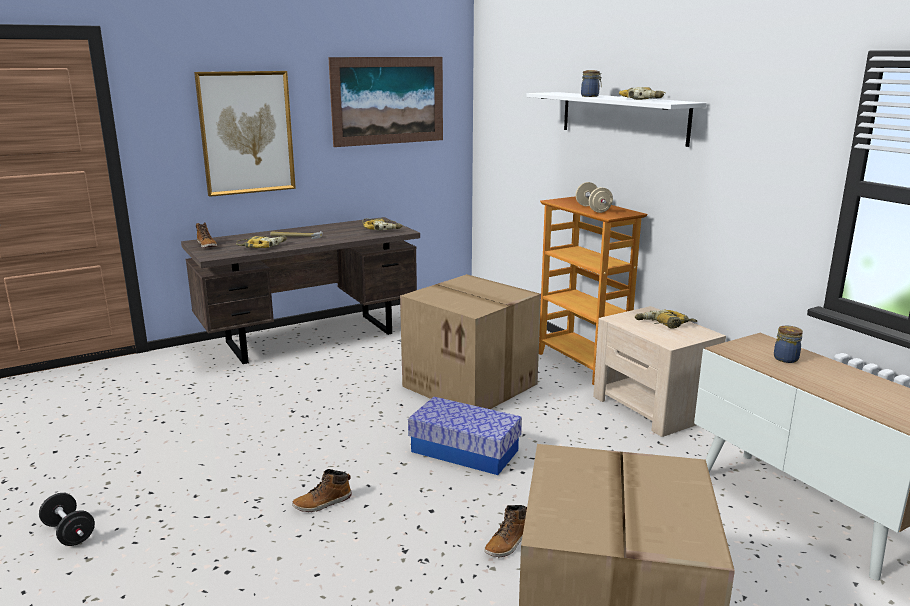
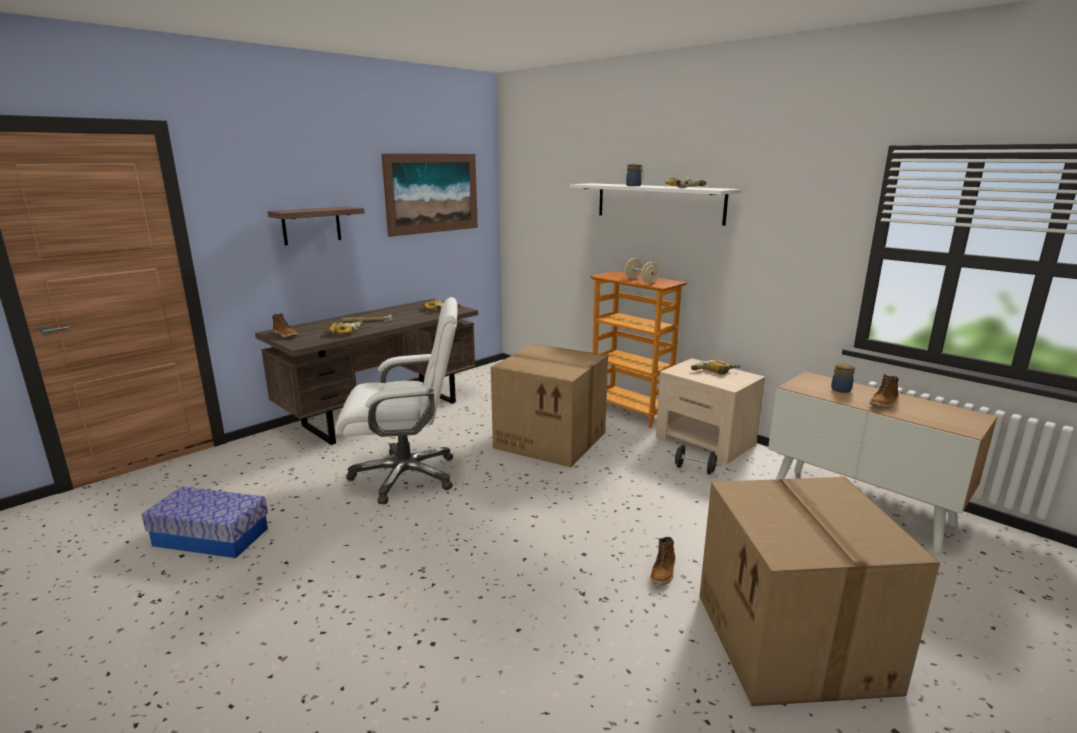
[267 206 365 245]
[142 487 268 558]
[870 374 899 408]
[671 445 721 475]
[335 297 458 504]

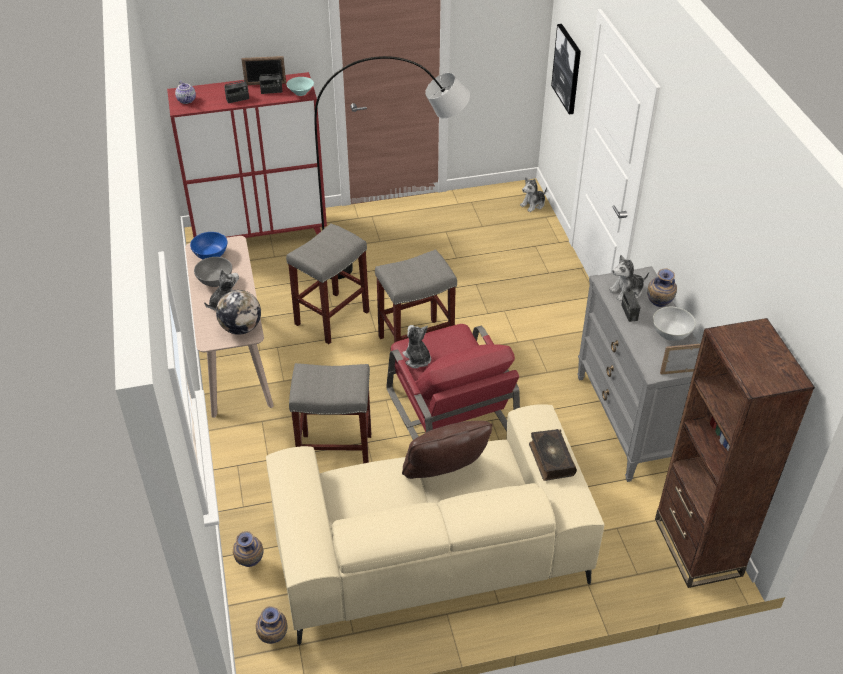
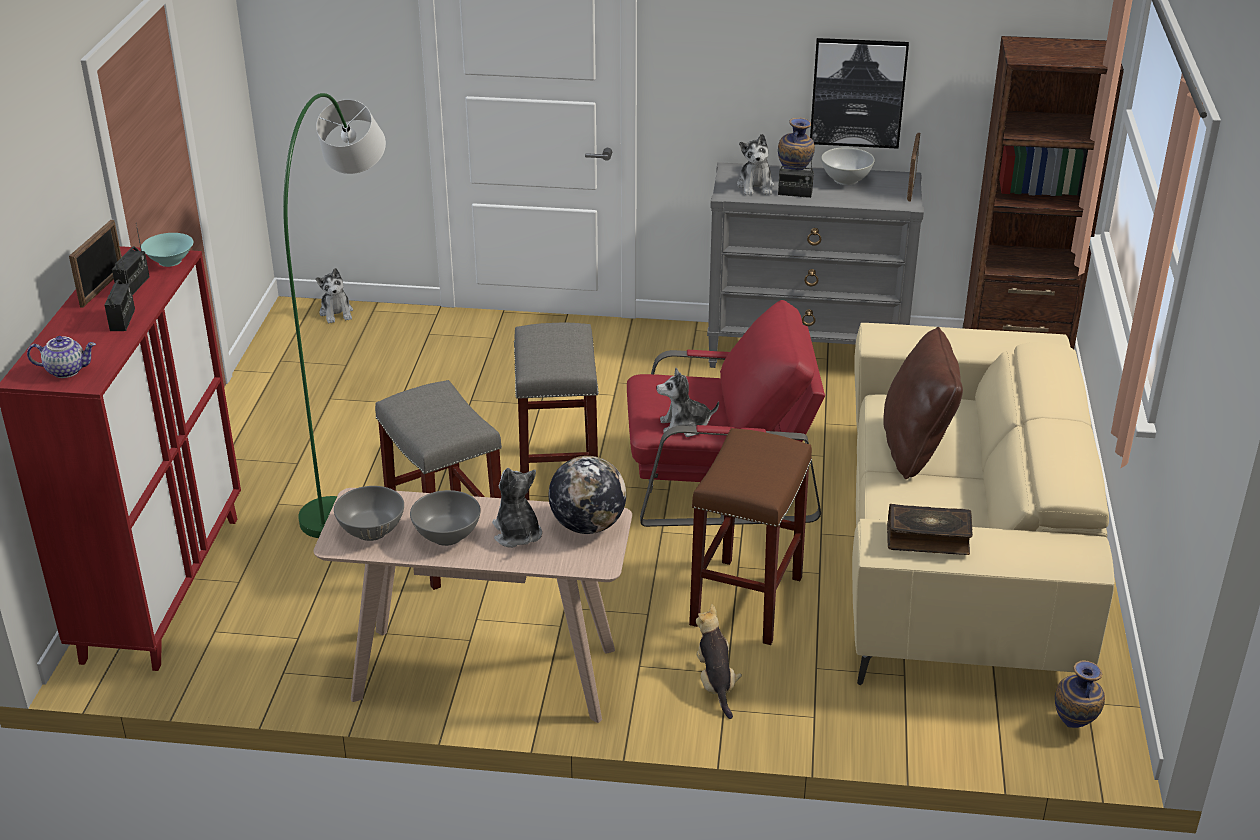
[810 38 909 149]
[283 93 386 538]
[334 486 404 541]
[689 428 812 645]
[887 504 973 555]
[233 531 263 567] (first image)
[696 604 742 719]

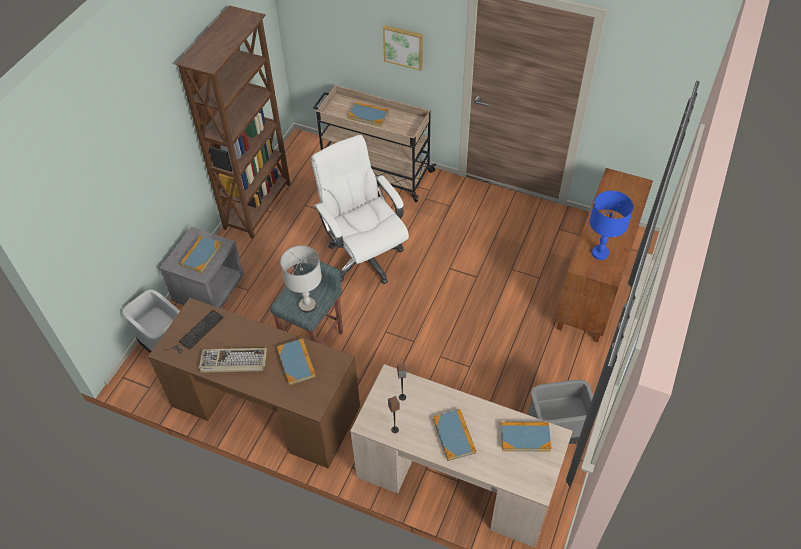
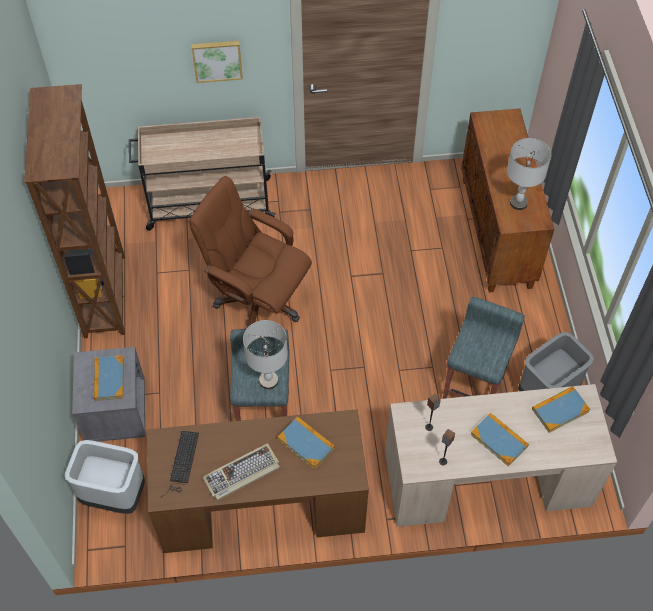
[348 102 389 126] (first image)
[189 176 312 328]
[507 138 551 210]
[443 297 525 399]

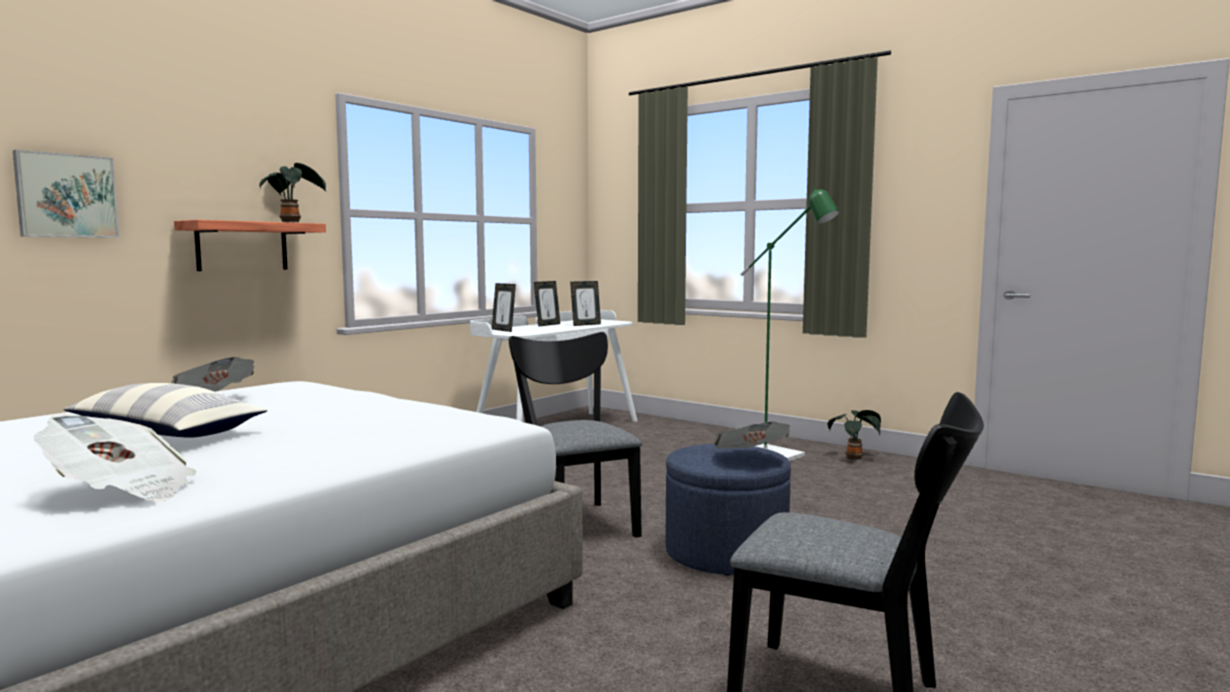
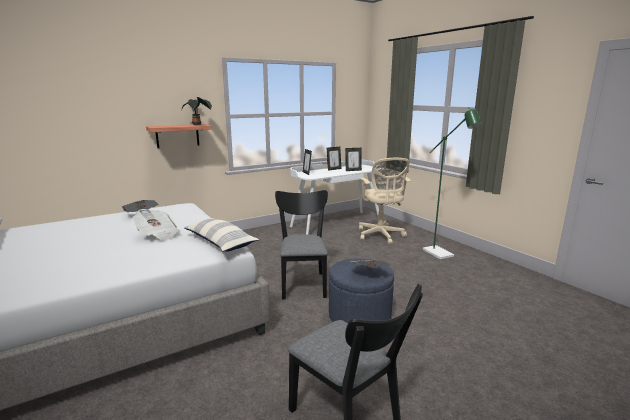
[13 150 119 238] (first image)
[184 218 259 251]
[828 410 881 460] (first image)
[132 209 179 241]
[359 158 411 244]

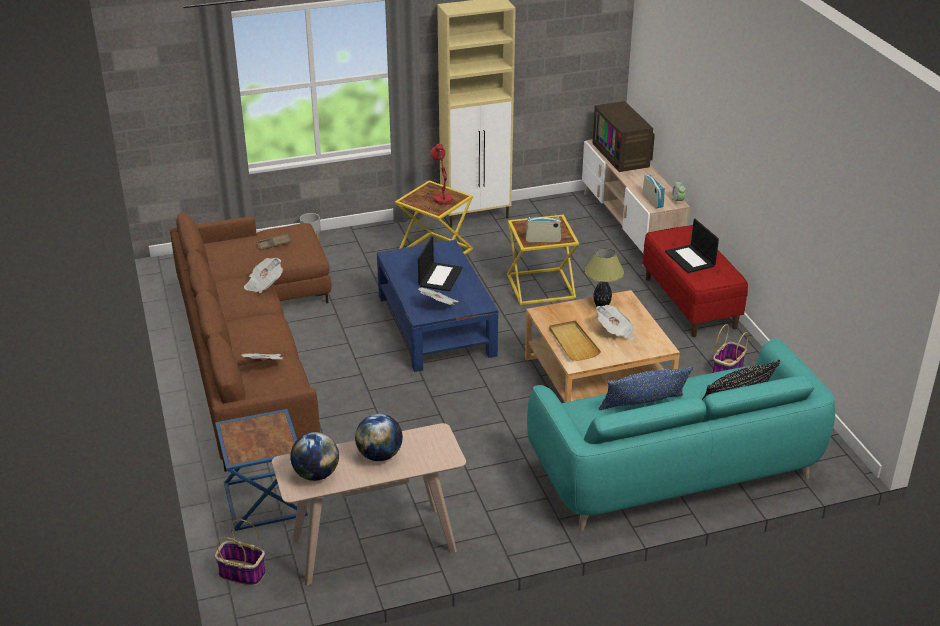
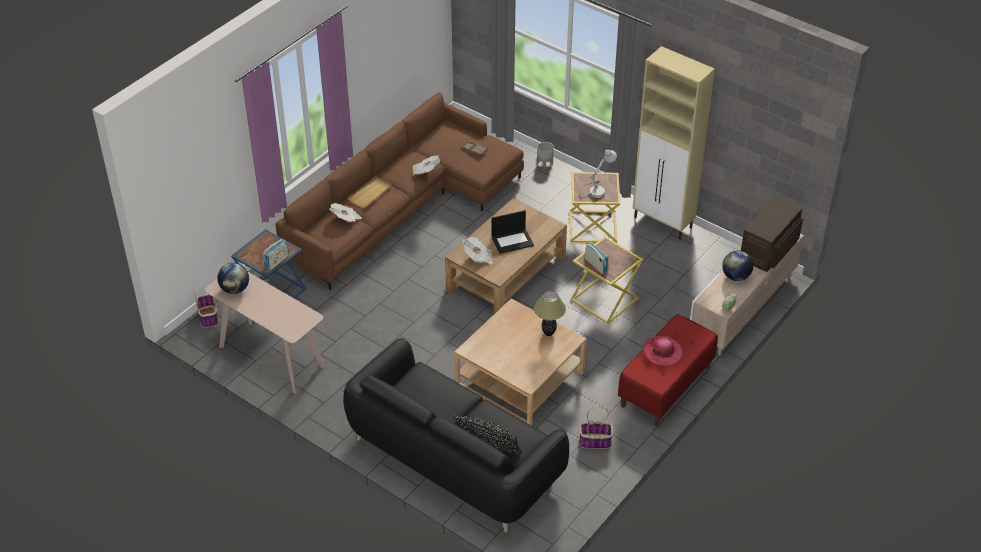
[579 150 617 198]
[263 239 289 271]
[643 336 683 366]
[445 198 567 314]
[596 305 634 340] (first image)
[348 177 392 208]
[343 338 569 532]
[599 367 693 410] (first image)
[722 251 753 281]

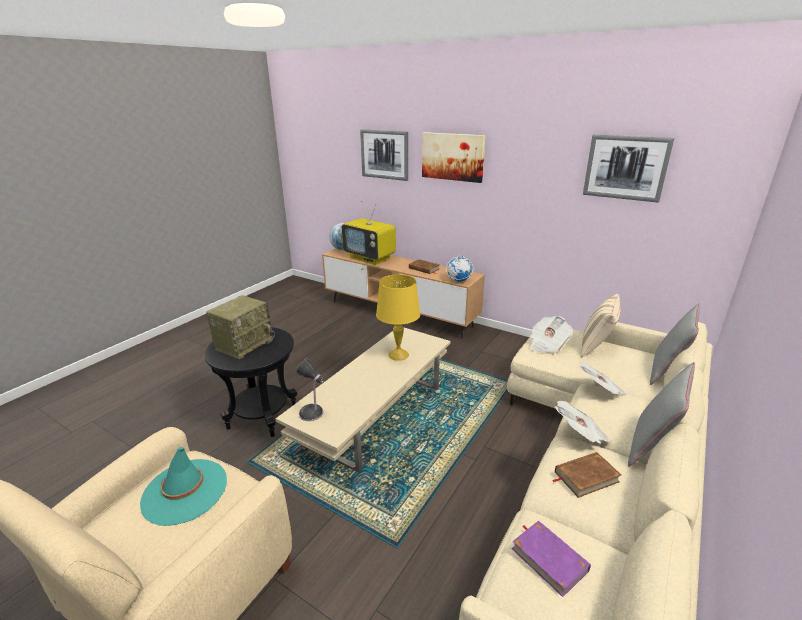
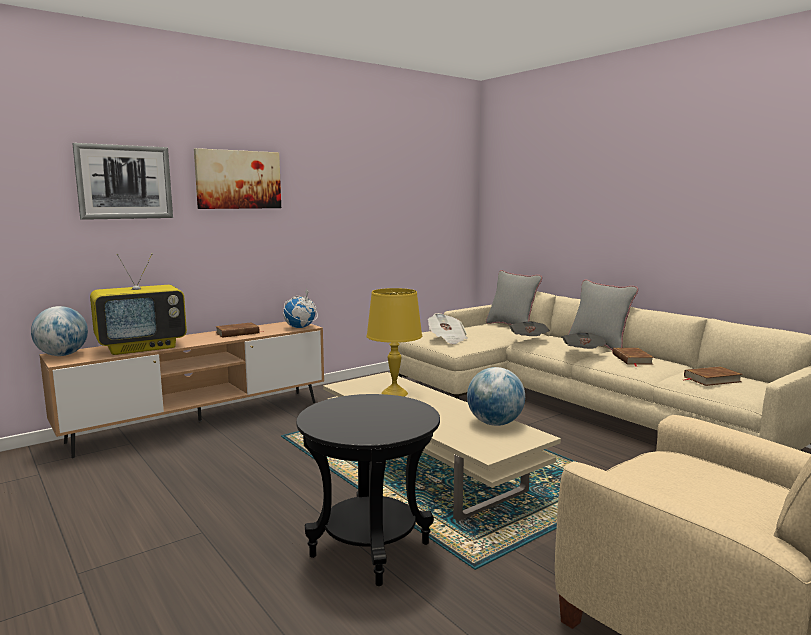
[583 135 674 203] (first image)
[581 294 621 358] (first image)
[206 295 275 359] (first image)
[296 358 323 421] (first image)
[140 447 227 526] (first image)
[684 366 743 386]
[467 367 525 426]

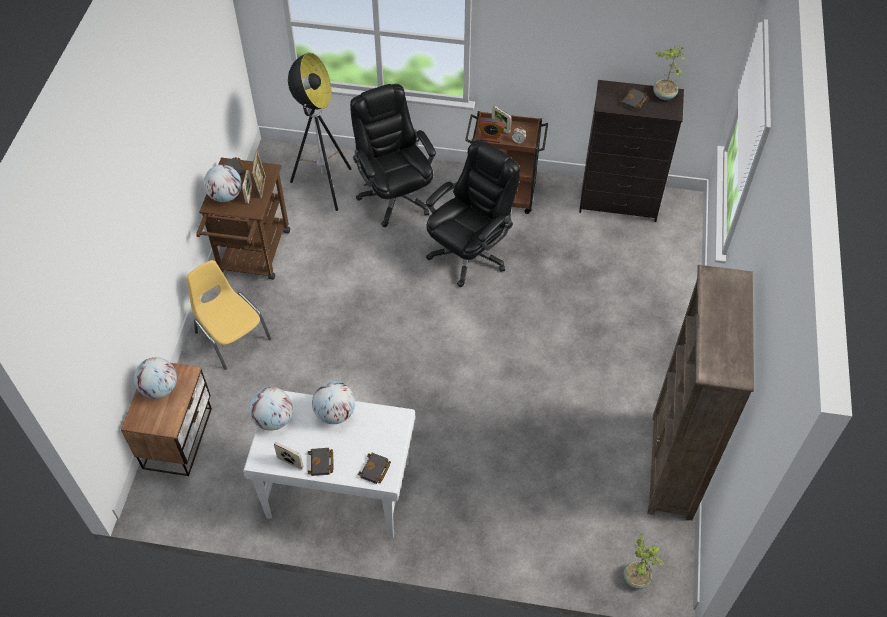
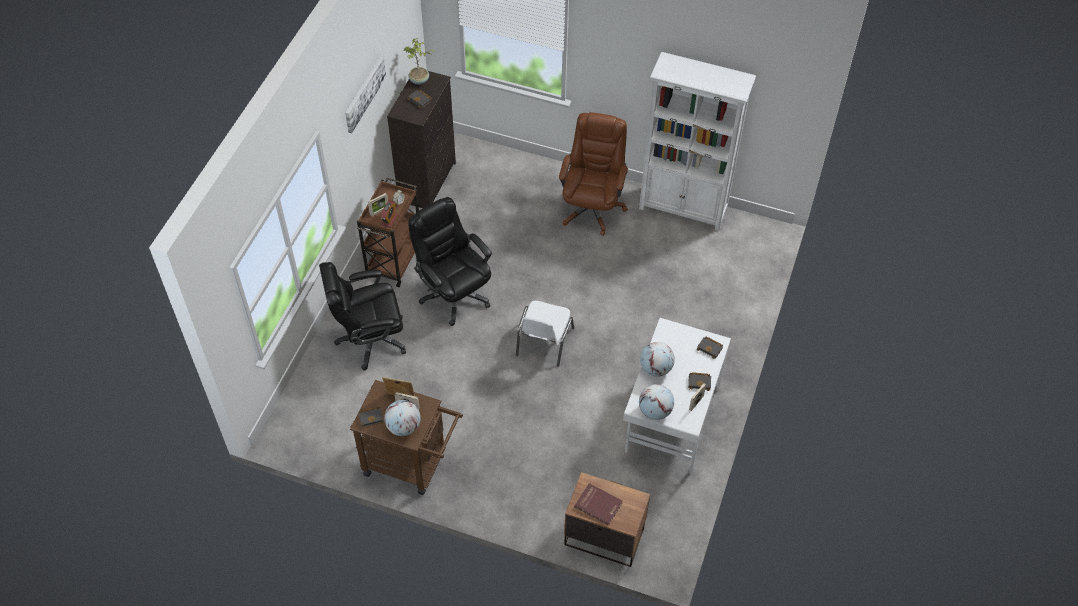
[288 53 352 211] (first image)
[186 260 271 370] (first image)
[639 52 756 231]
[574 483 623 526]
[623 534 664 589] (first image)
[345 56 386 133]
[559 112 628 236]
[516 301 574 367]

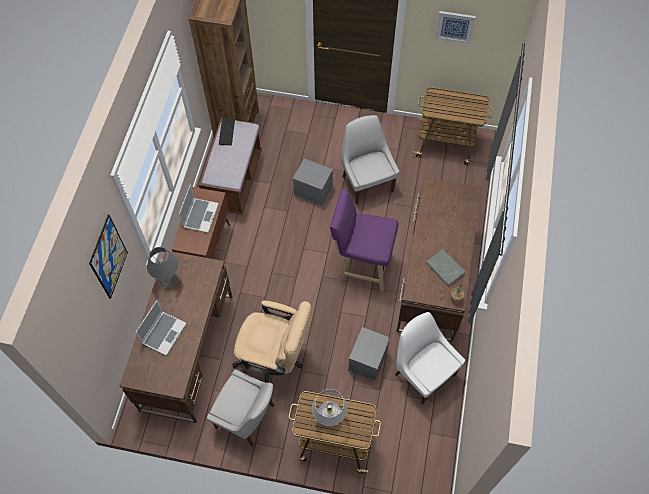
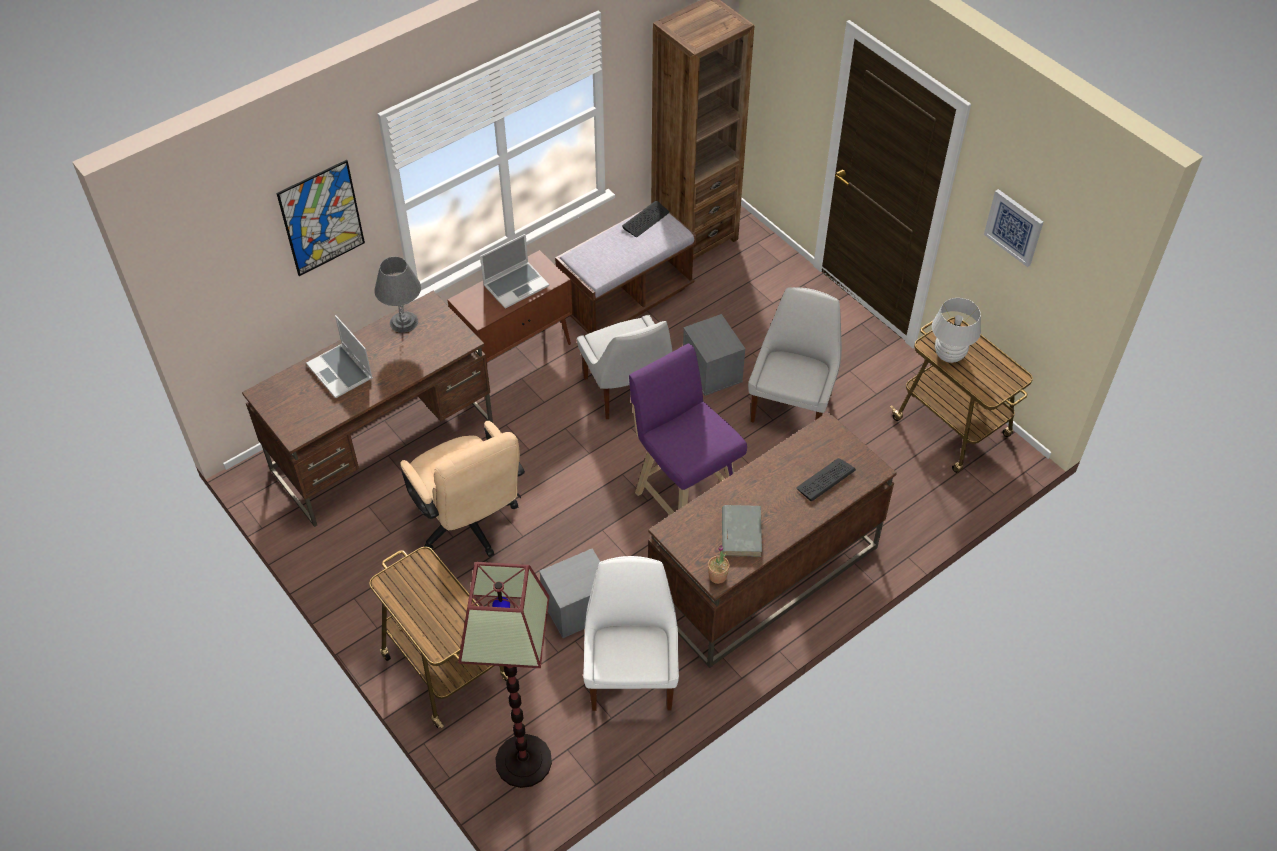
[306 315 373 398]
[577 315 672 419]
[932 298 981 363]
[796 458 856 501]
[458 562 552 788]

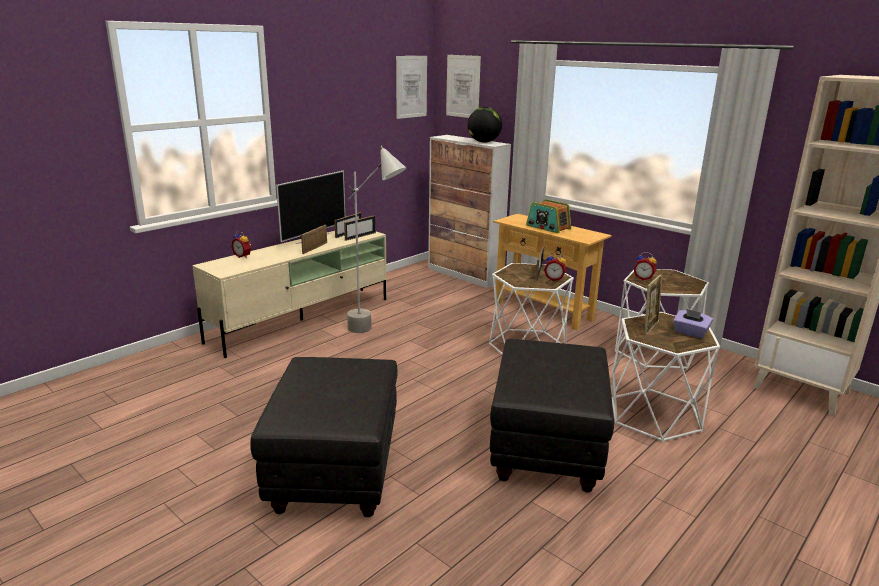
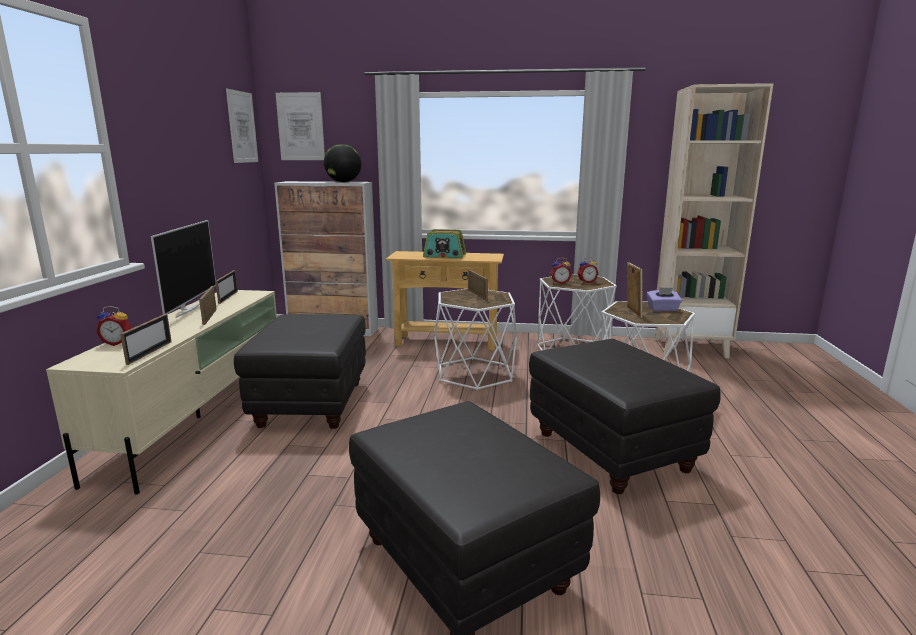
[234 314 366 429]
[120 314 172 365]
[577 257 599 283]

